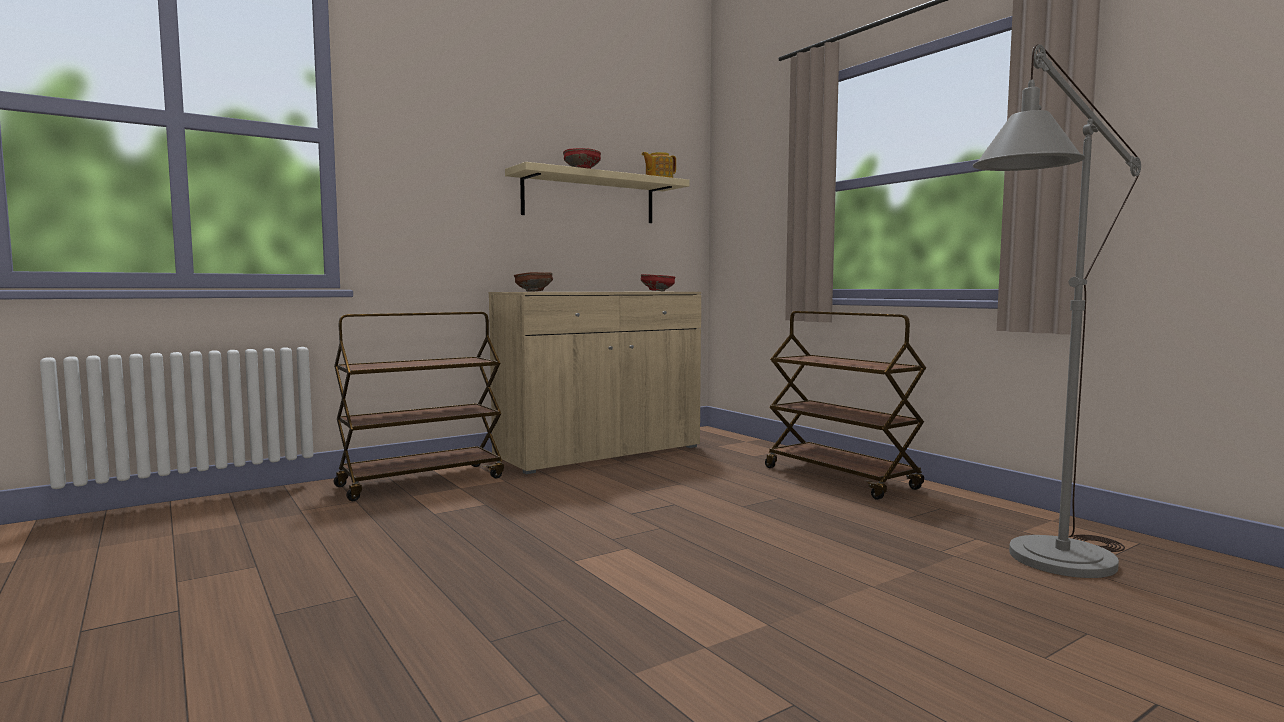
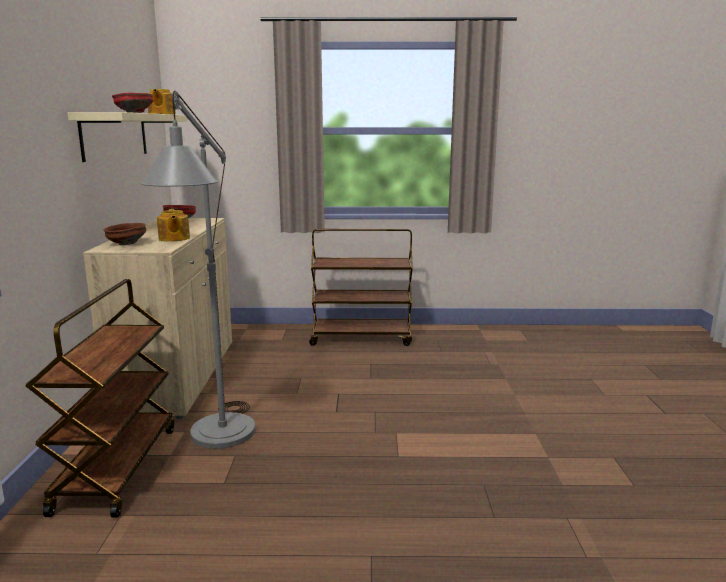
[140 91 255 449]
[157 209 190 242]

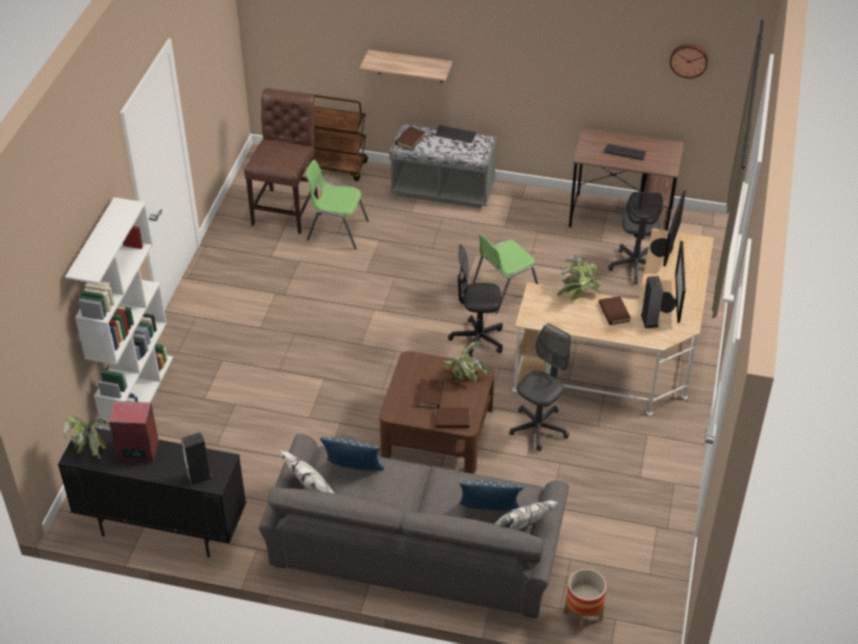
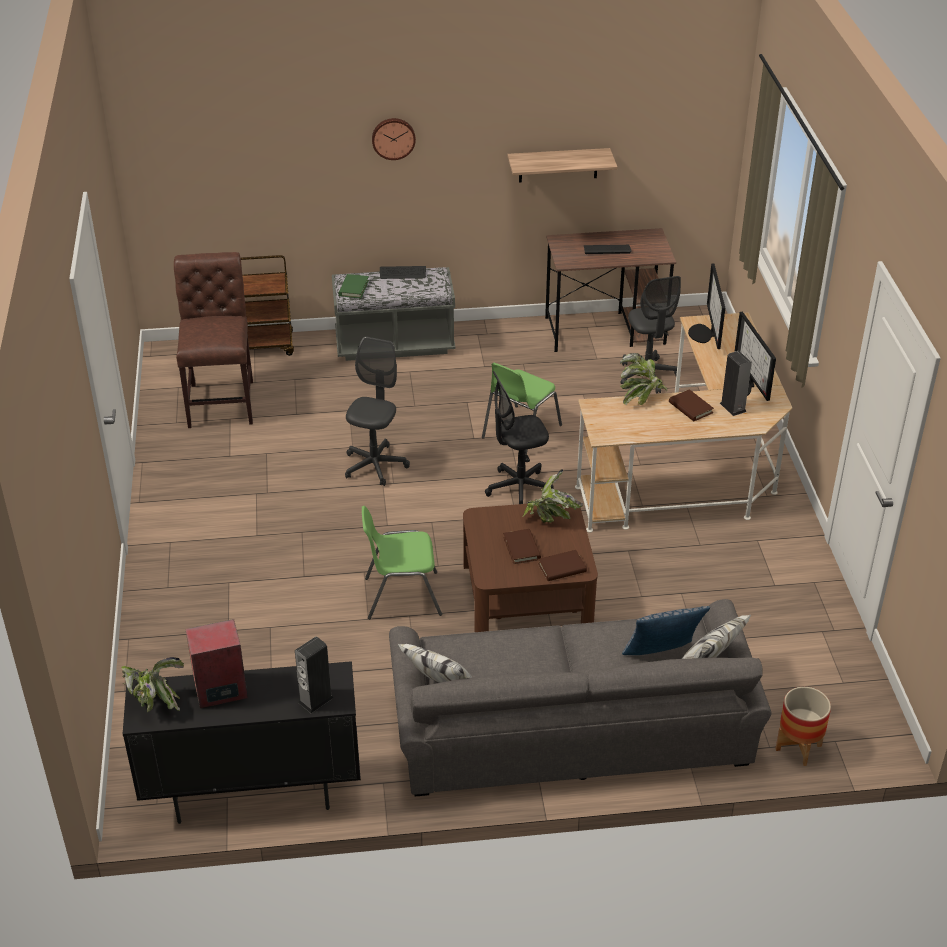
[372 118 416 160]
[507 148 617 183]
[339 274 369 298]
[362 506 442 619]
[65 197 173 431] (first image)
[345 336 410 486]
[320 437 384 471] (first image)

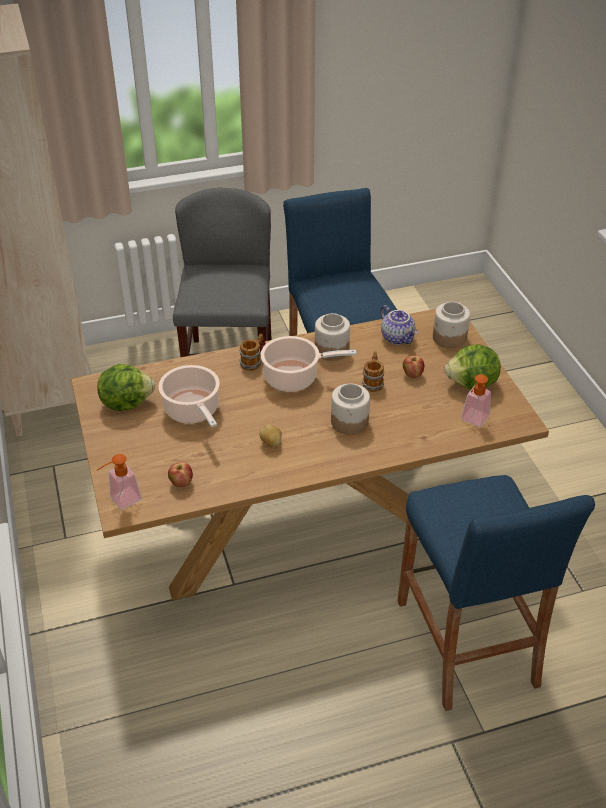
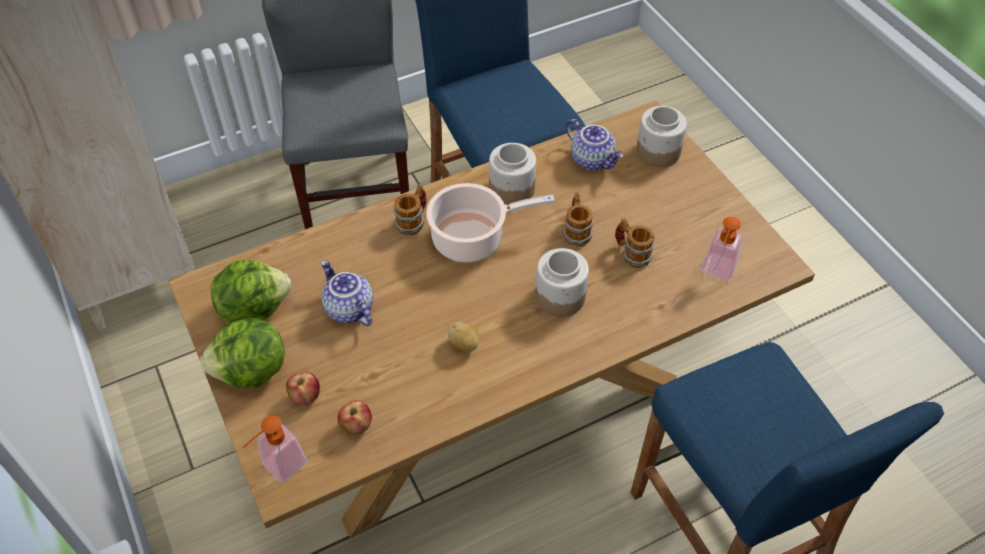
[200 318 285 388]
[286 371 320 405]
[321 260 373 326]
[615 218 655 268]

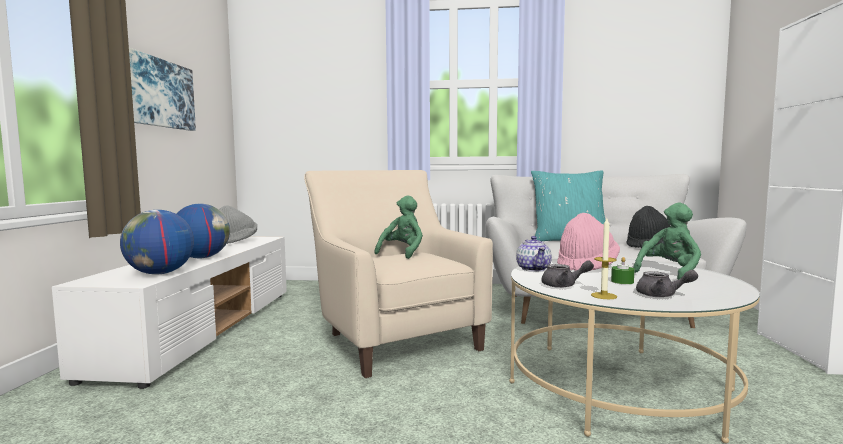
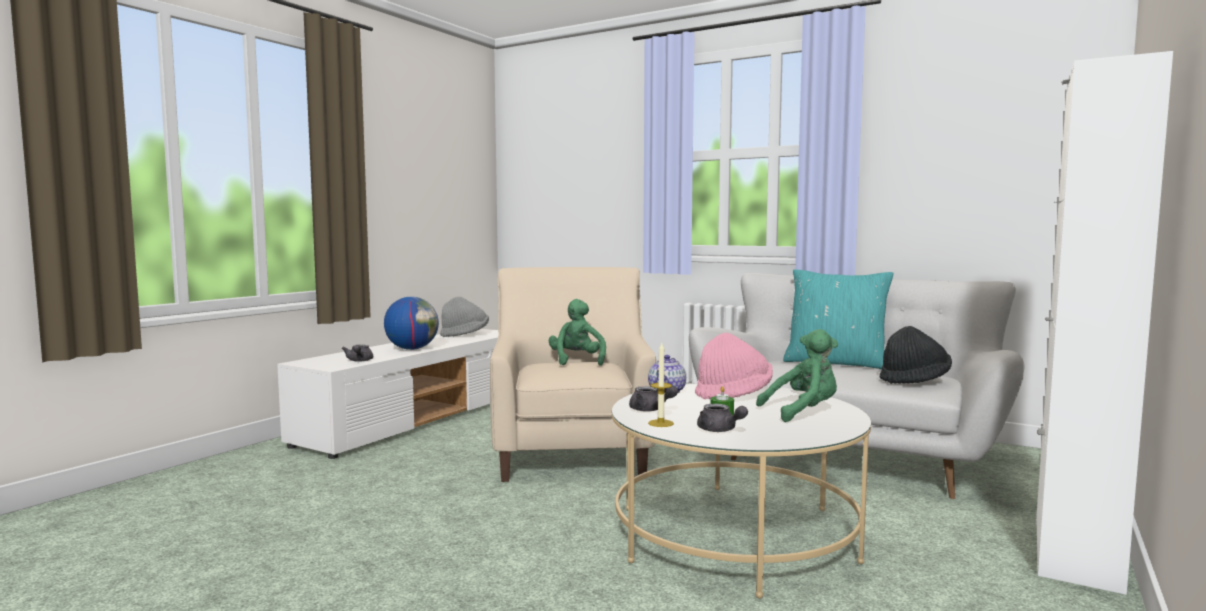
[129 48 196 131] (first image)
[549 299 606 366]
[342 345 373 362]

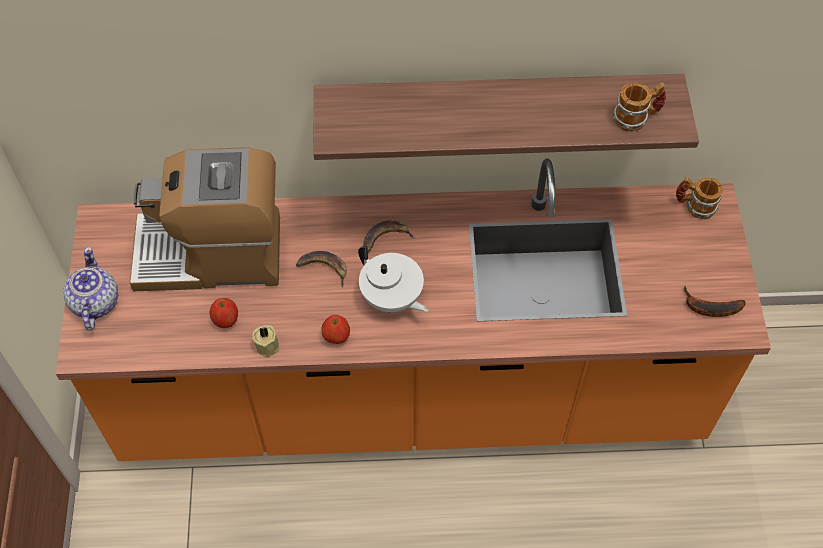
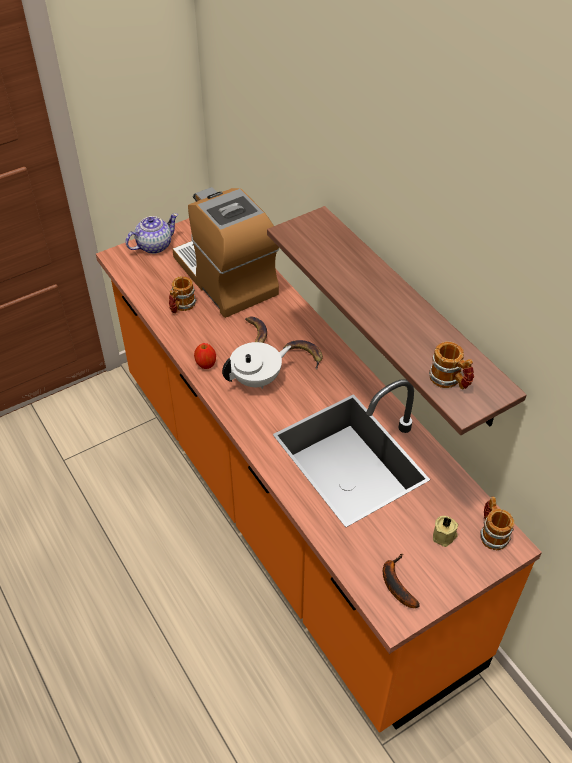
[222 342 291 389]
[169 276 197 314]
[433 516 458 547]

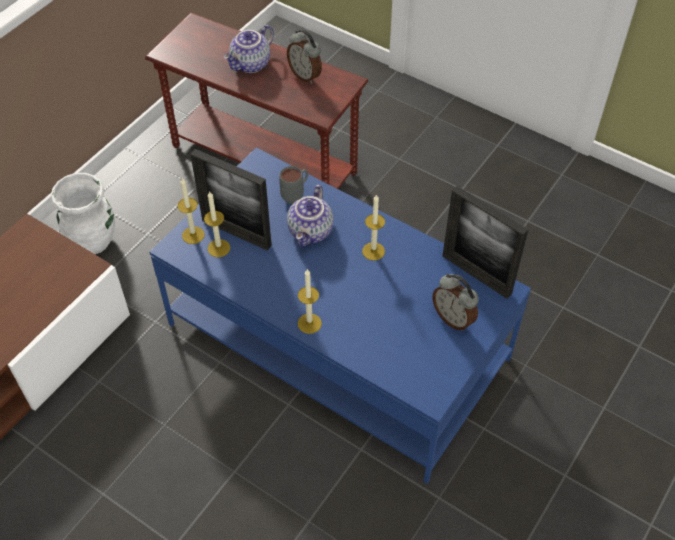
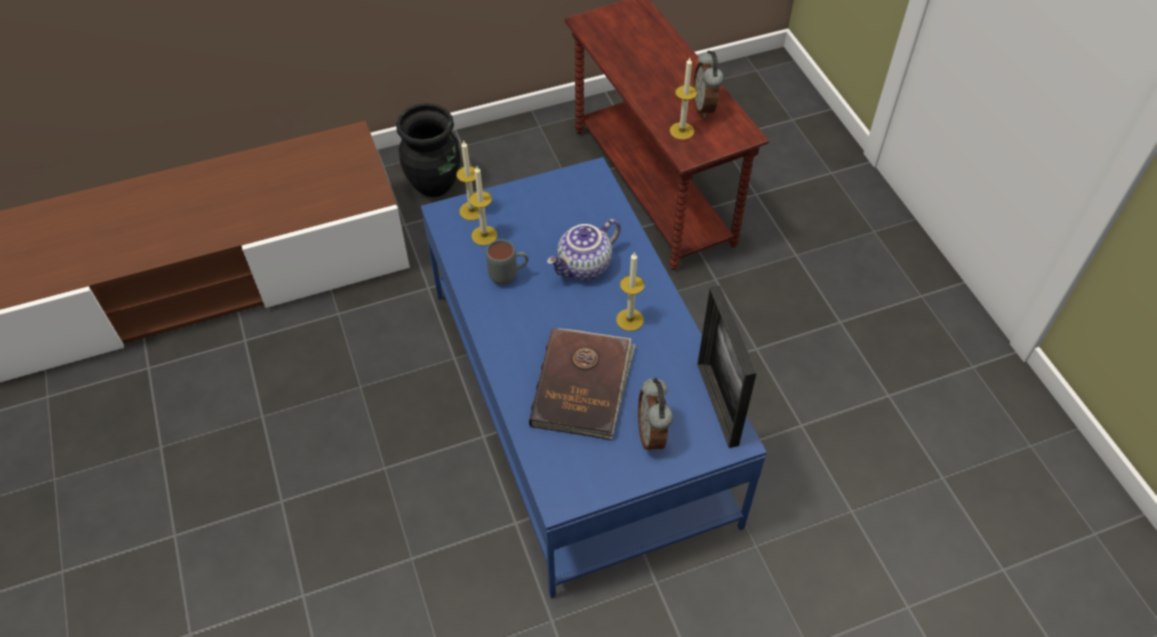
[223 25 274 73] (first image)
[190 149 272 251] (first image)
[486 239 529 286]
[396 103 460 197]
[670 58 697 140]
[529 328 636 440]

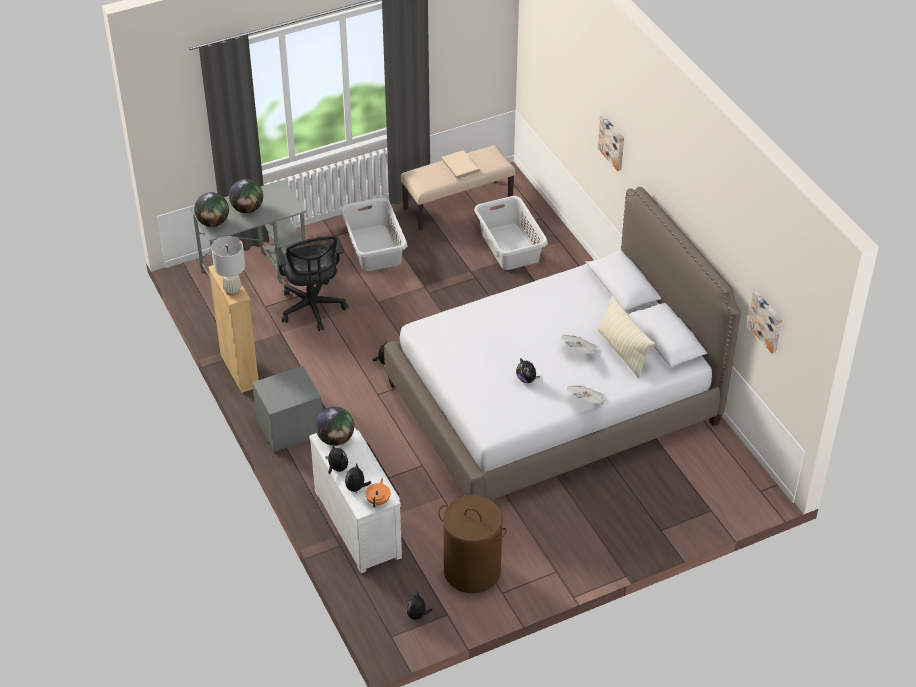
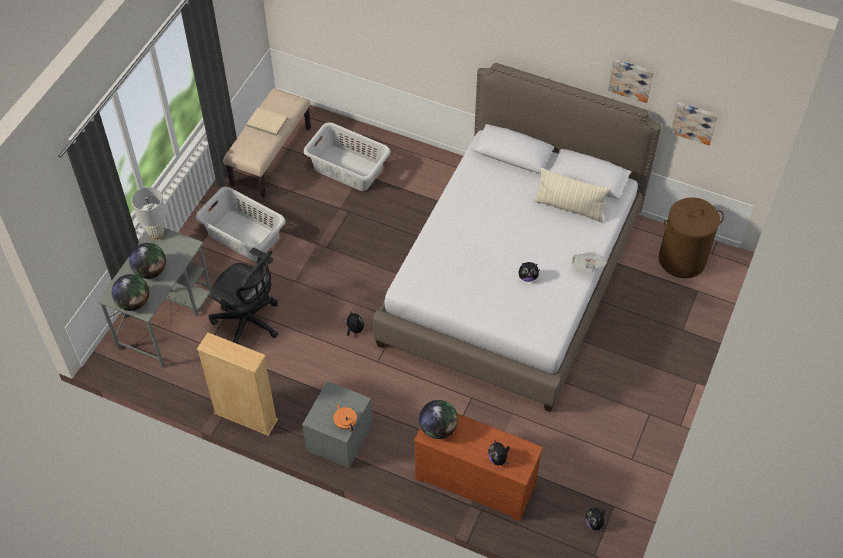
[608 59 654 103]
[132 187 166 240]
[561 335 599 355] (first image)
[414 413 543 521]
[325 444 348 474] (first image)
[333 404 357 431]
[659 197 724 278]

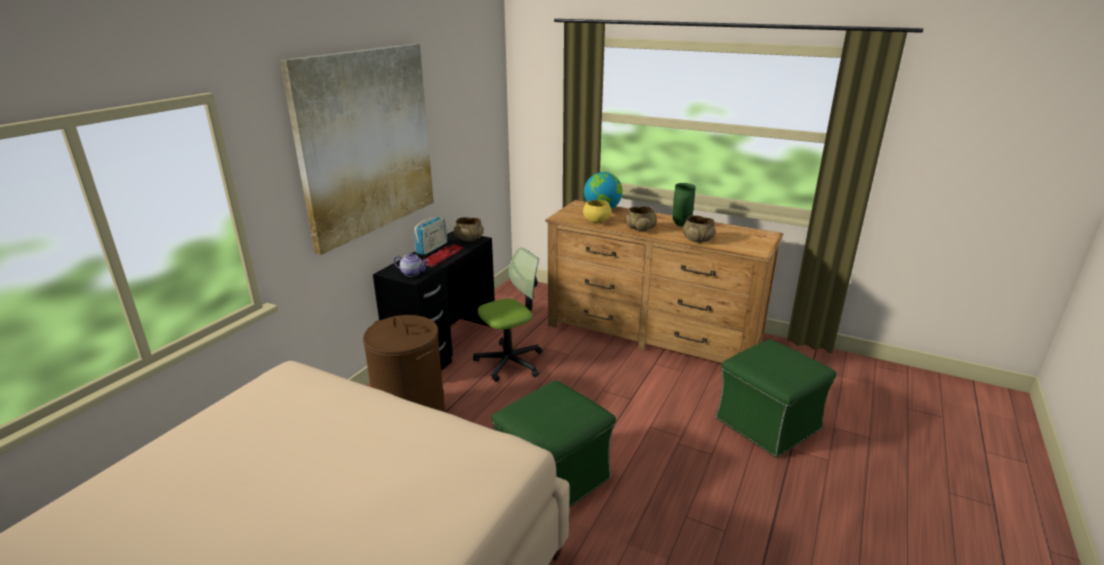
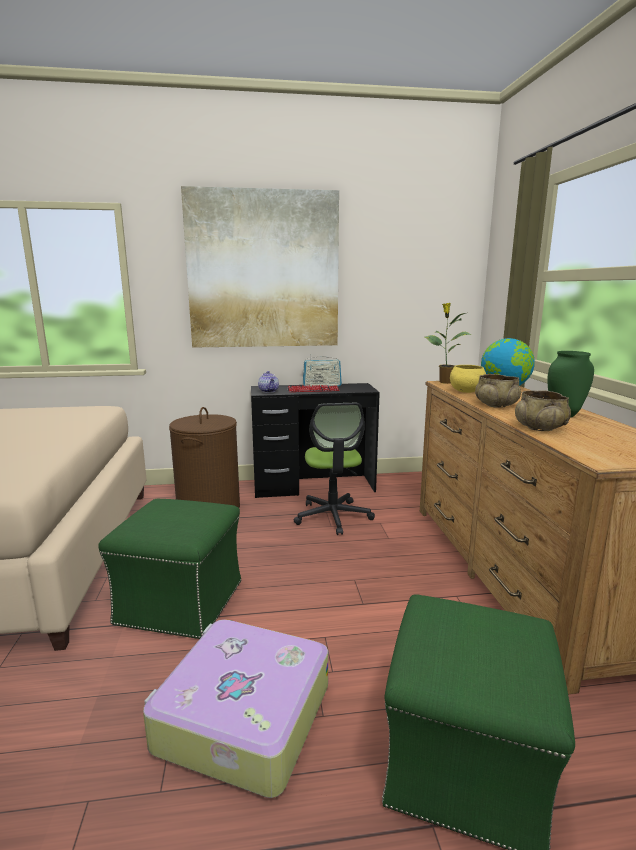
[454 217 484 242] (first image)
[294 403 375 535]
[425 303 471 384]
[143 619 328 798]

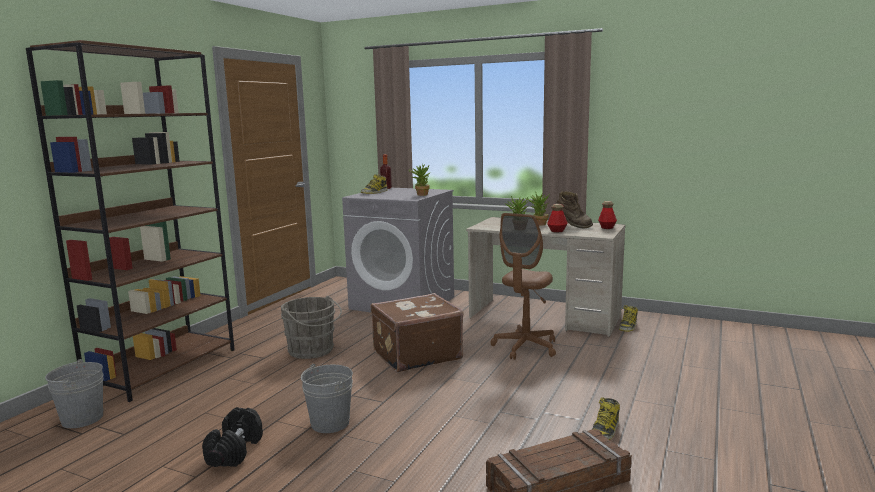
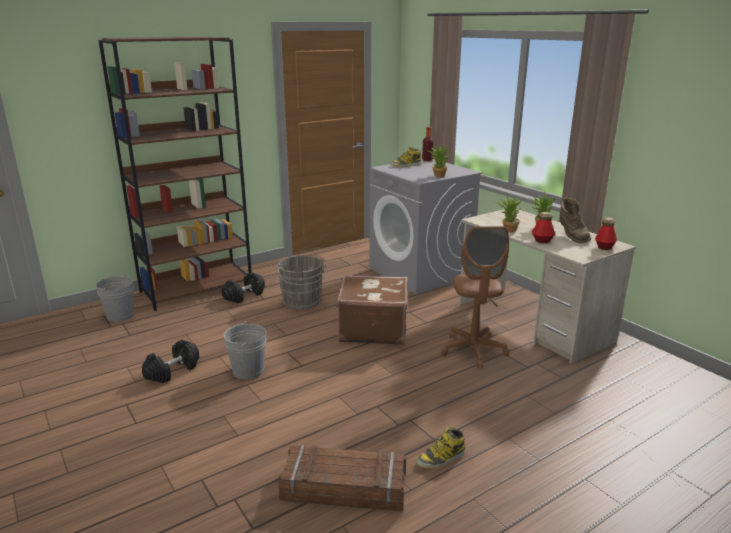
[441 226 510 368]
[619 305 638 332] (first image)
[222 272 265 304]

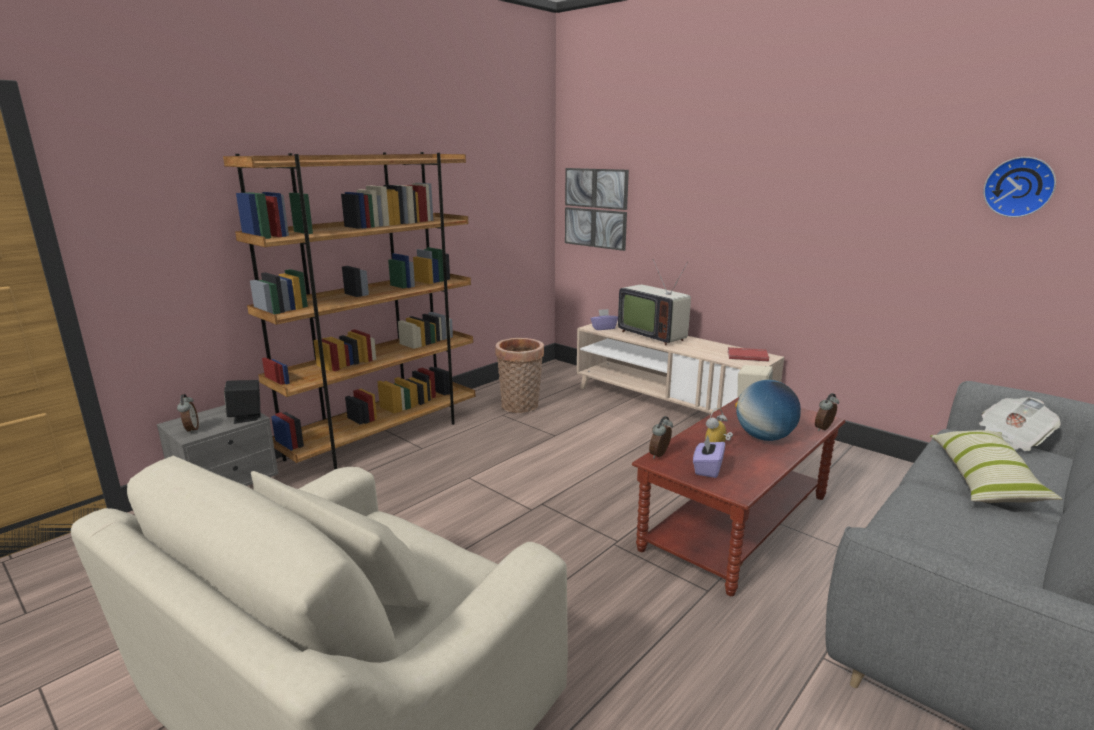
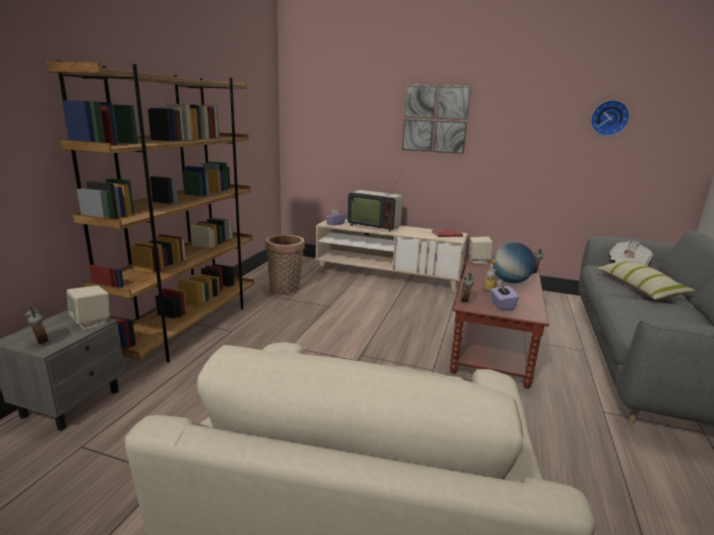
[402 85 472 154]
[67 286 110 330]

